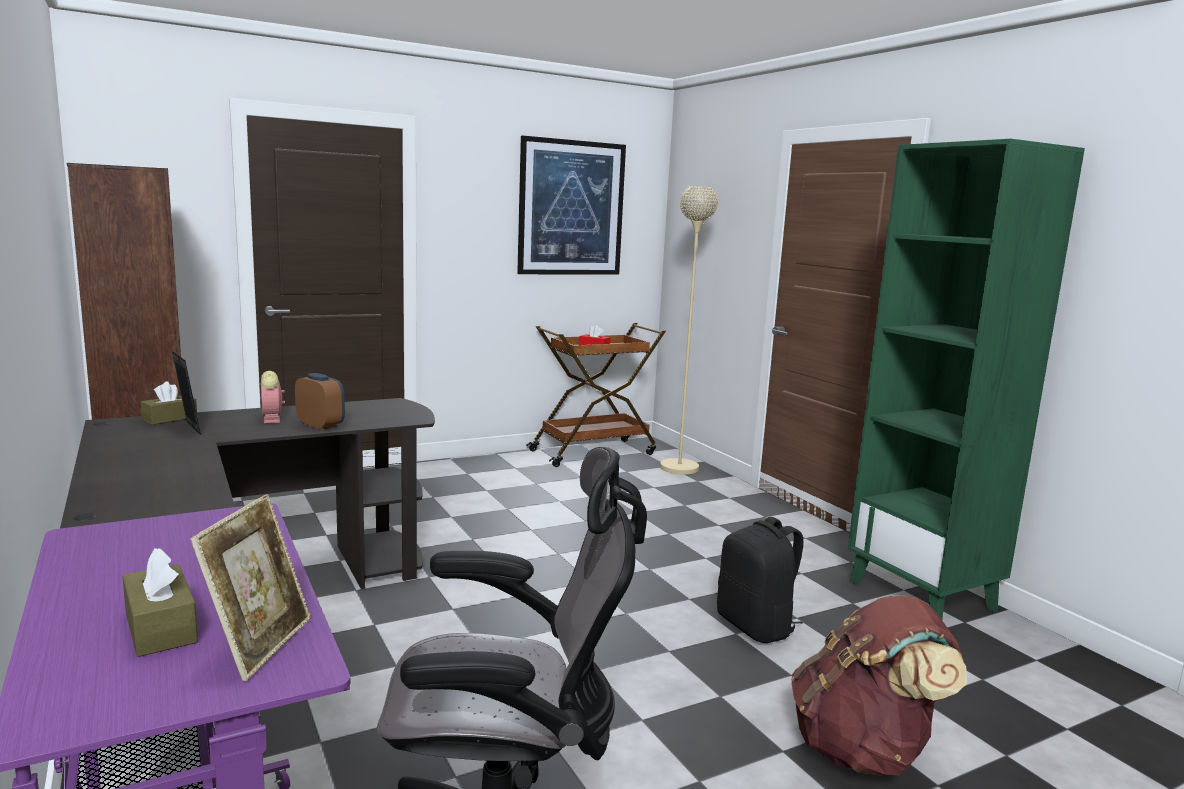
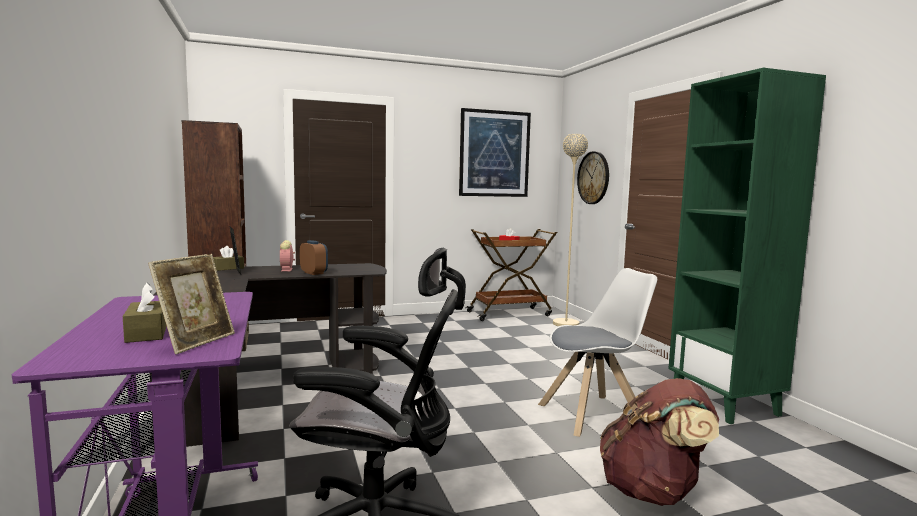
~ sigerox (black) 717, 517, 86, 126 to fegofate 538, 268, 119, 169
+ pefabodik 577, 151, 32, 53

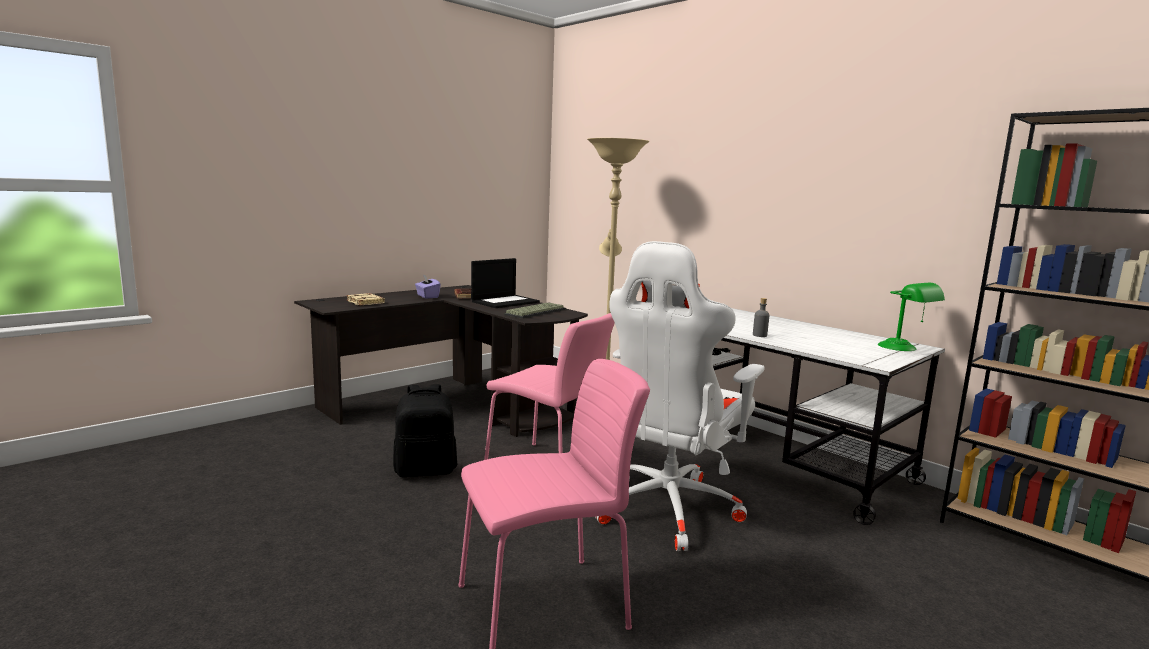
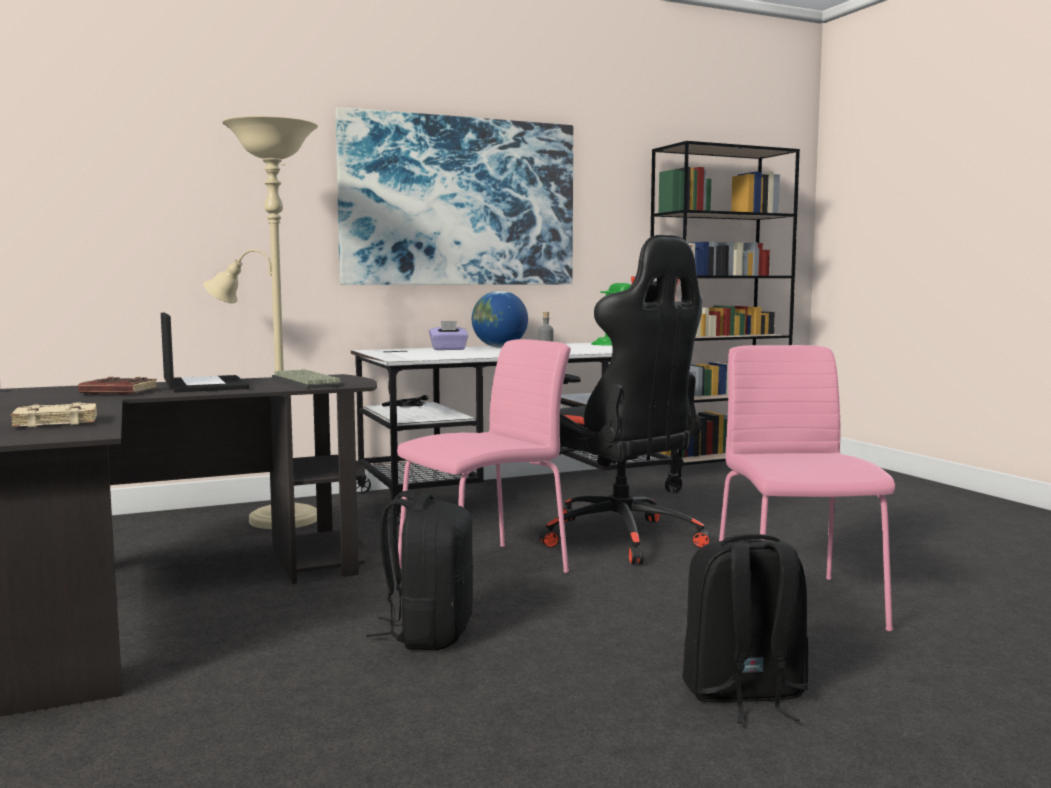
+ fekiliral 335, 107, 238, 178
~ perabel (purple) 415, 275, 26, 24 to 429, 321, 39, 29
+ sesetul 472, 291, 56, 56
~ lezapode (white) 595, 241, 170, 310 to lezapode (black) 539, 235, 171, 329
+ sigerox (black) 682, 534, 127, 190

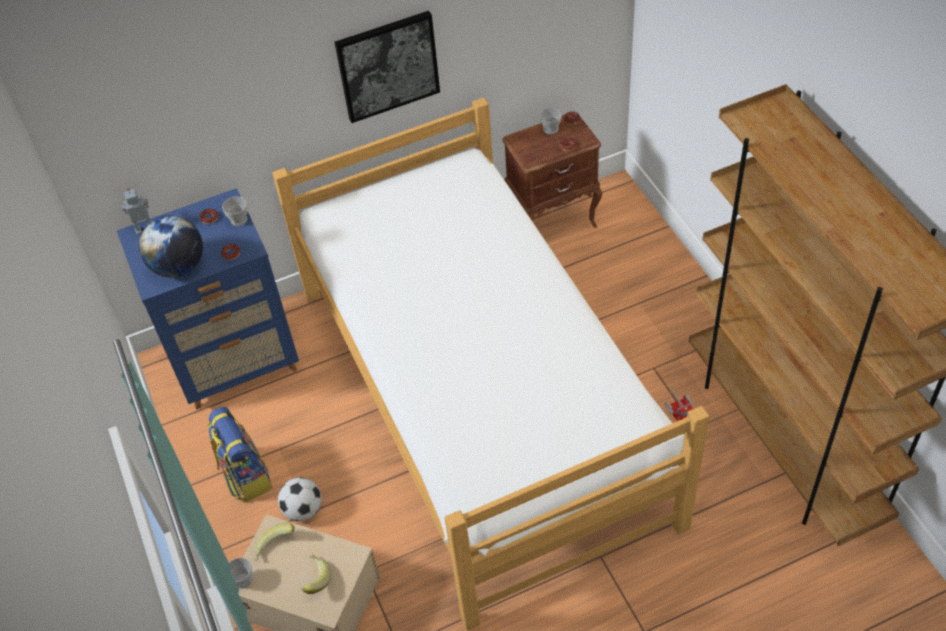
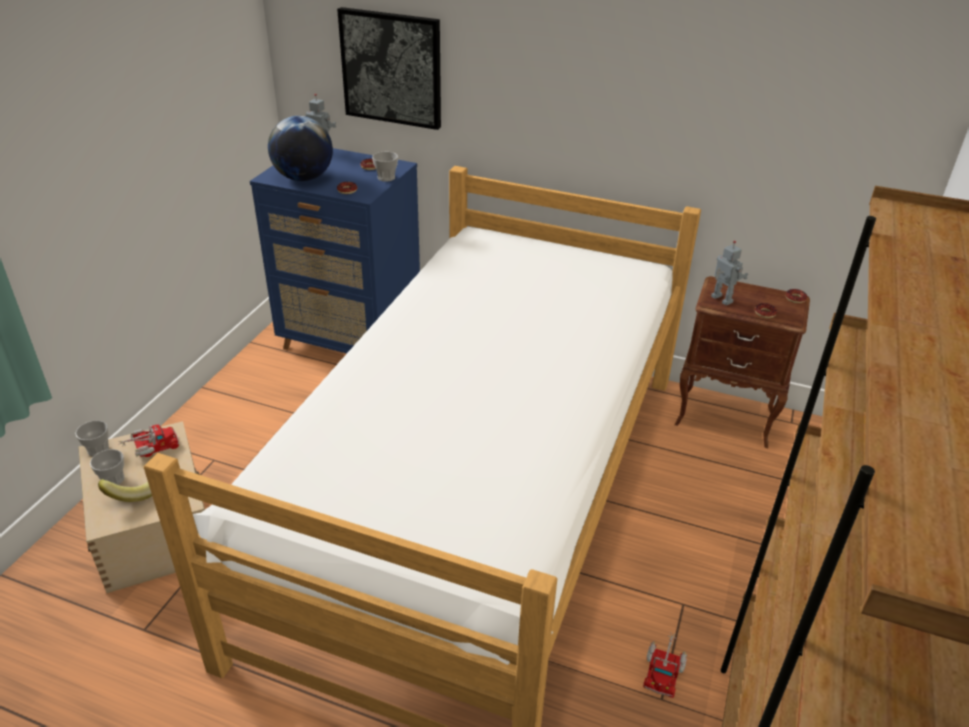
~ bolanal 539, 108, 23, 27 to 90, 449, 35, 36
~ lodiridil 254, 522, 41, 38 to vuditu 118, 425, 61, 32
~ fekiliral 334, 11, 106, 112 to 337, 7, 104, 123
+ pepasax 711, 241, 37, 64
- sigerox 208, 407, 64, 96
- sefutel 278, 477, 44, 44

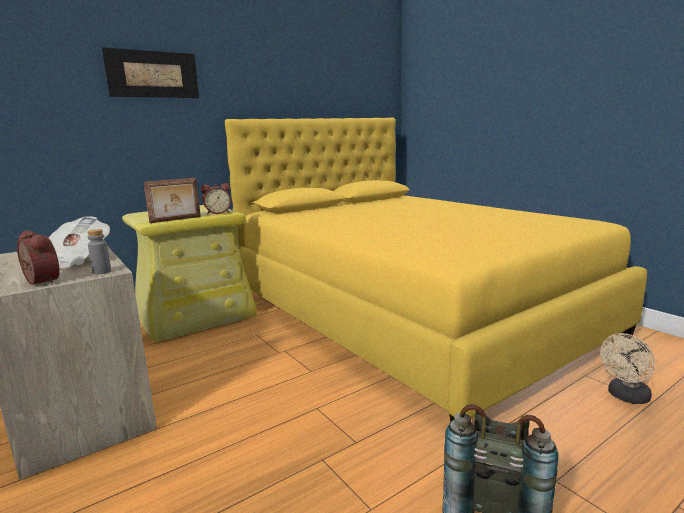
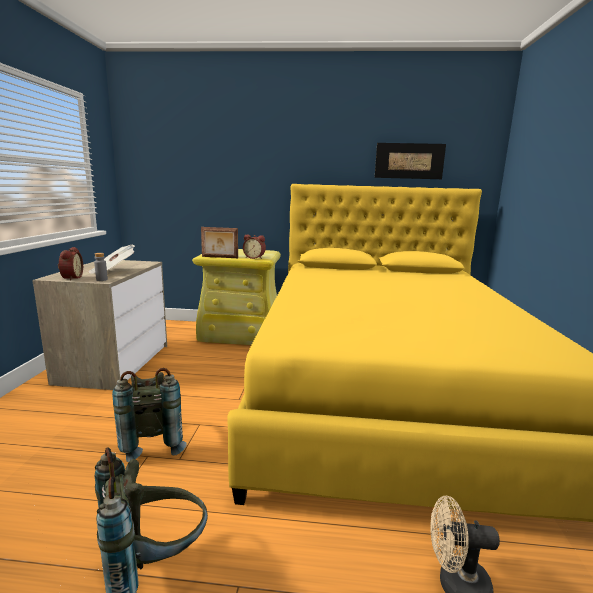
+ sigerox (grey) 112, 368, 75, 94
~ fekiliral 102, 47, 97, 51 to 375, 143, 71, 36

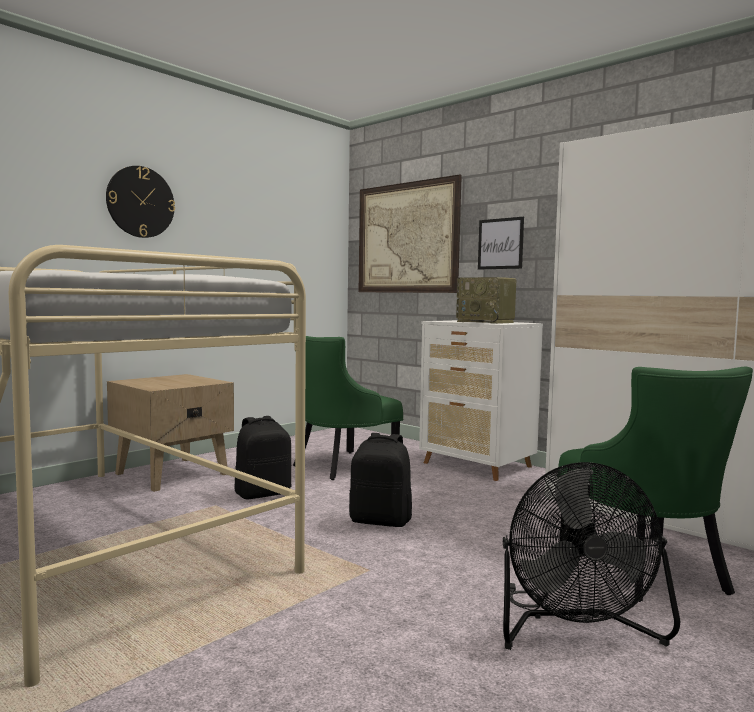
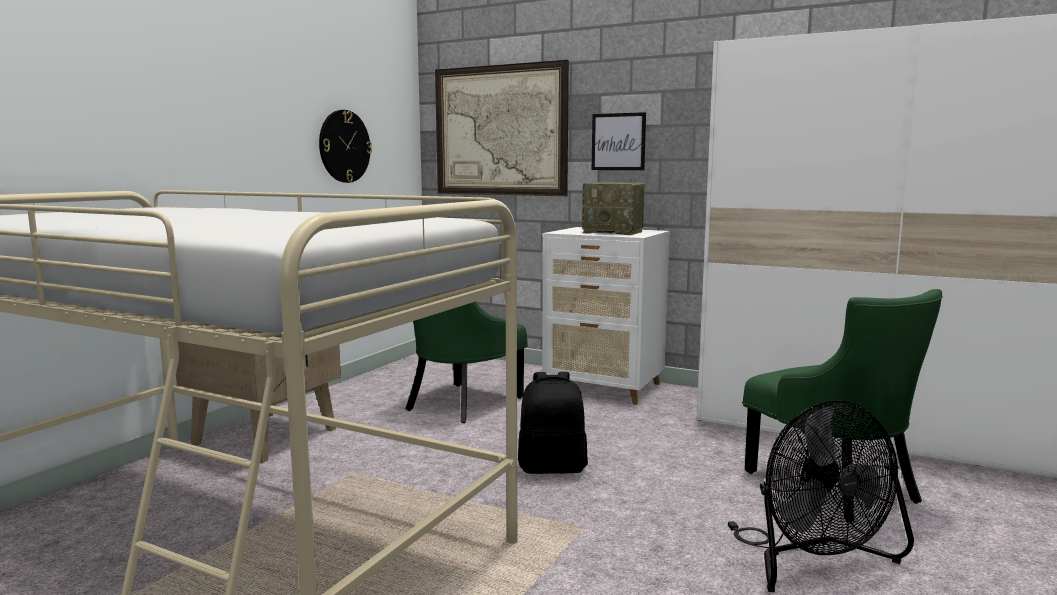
~ pefabodik 106, 166, 69, 72 to 319, 110, 53, 73
- sigerox (black) 235, 416, 56, 83

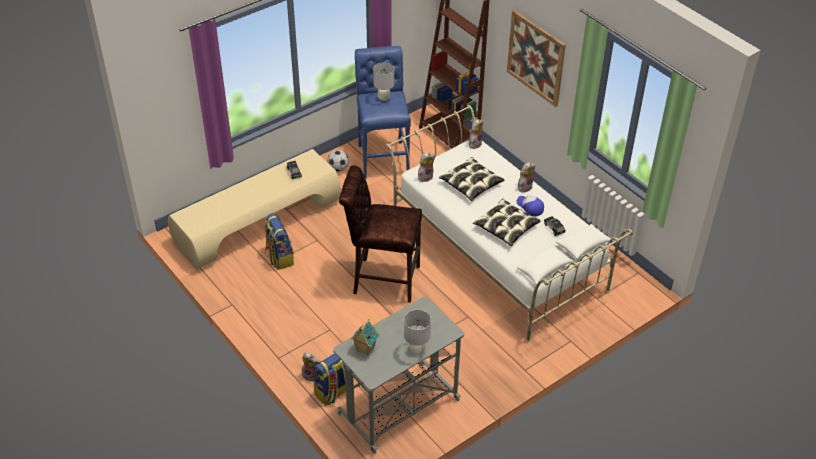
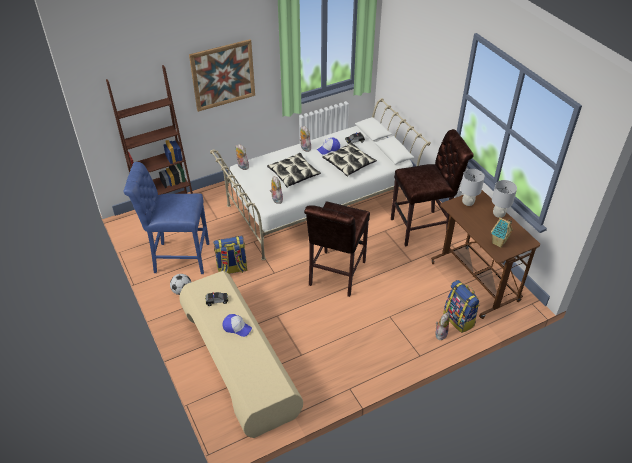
~ sigerox 265, 213, 29, 57 to 213, 236, 35, 38
+ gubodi 223, 314, 29, 23
+ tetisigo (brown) 391, 129, 83, 117
~ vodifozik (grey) 333, 296, 131, 158 to vodifozik (brown) 431, 190, 109, 129
~ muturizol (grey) 373, 63, 21, 38 to 460, 169, 25, 37

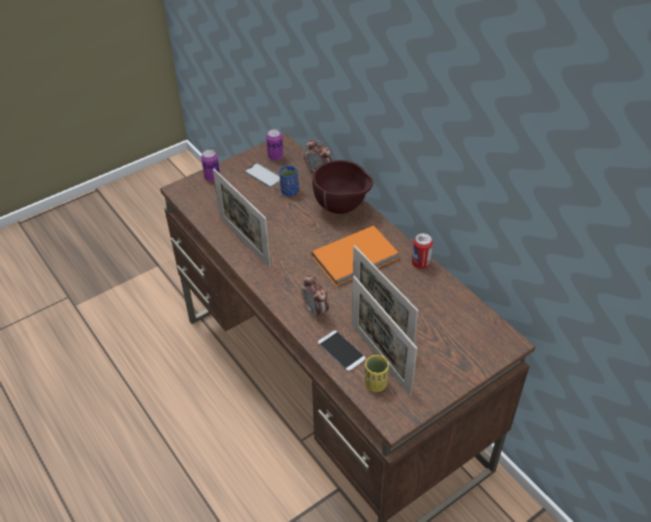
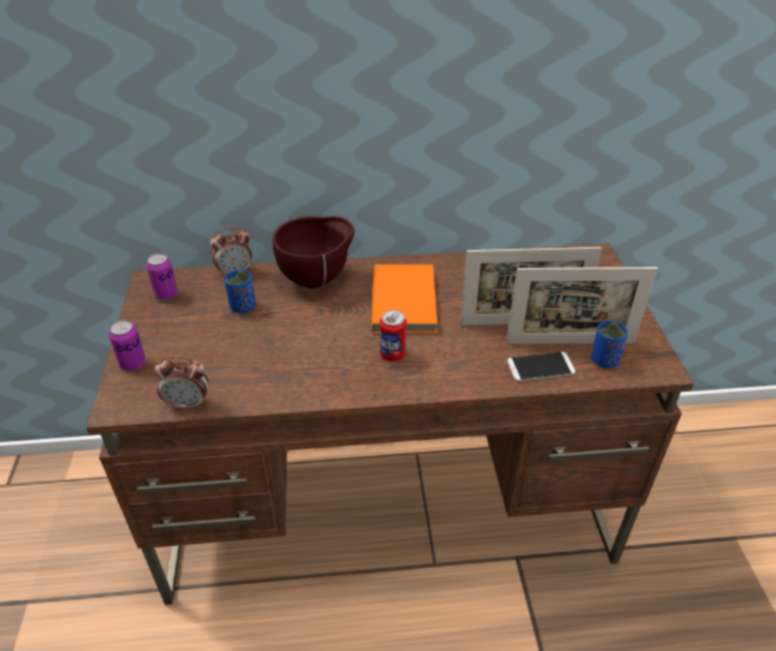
~ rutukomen 302, 275, 27, 44 to 155, 356, 54, 53
~ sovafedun 412, 233, 21, 36 to 380, 310, 27, 51
~ bolanal (yellow) 365, 355, 24, 37 to bolanal (blue) 591, 321, 37, 47
- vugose 213, 169, 58, 99
- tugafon 244, 163, 36, 25

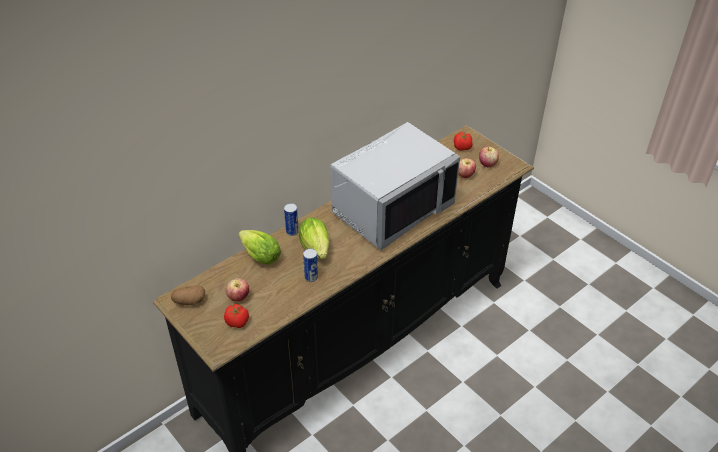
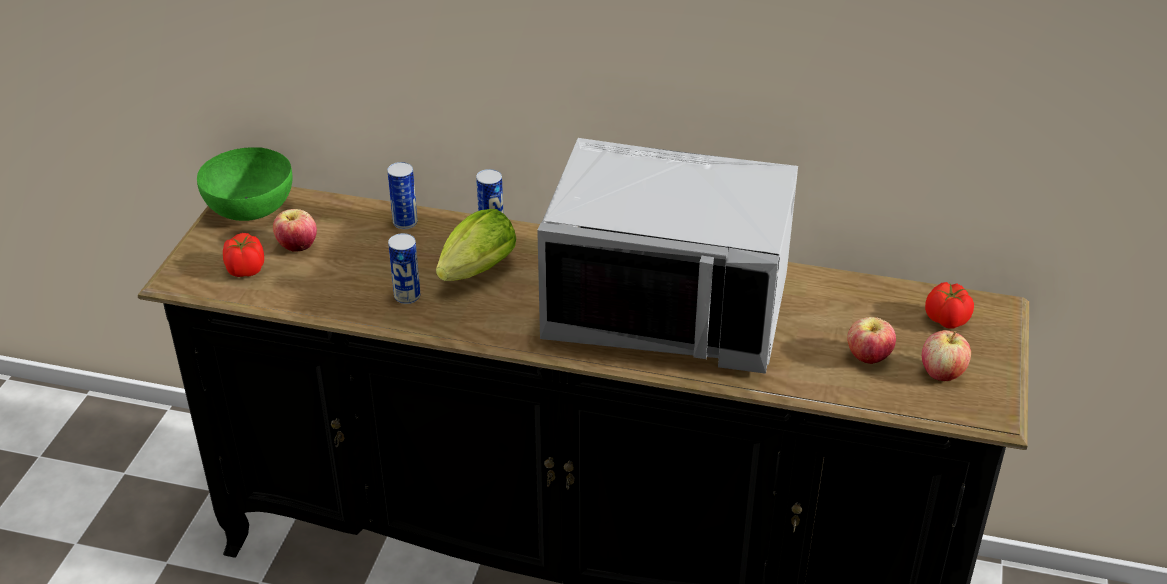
~ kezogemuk 171, 286, 34, 19 to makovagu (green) 197, 147, 95, 74
~ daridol 238, 230, 43, 34 to sovafedun 387, 162, 31, 67

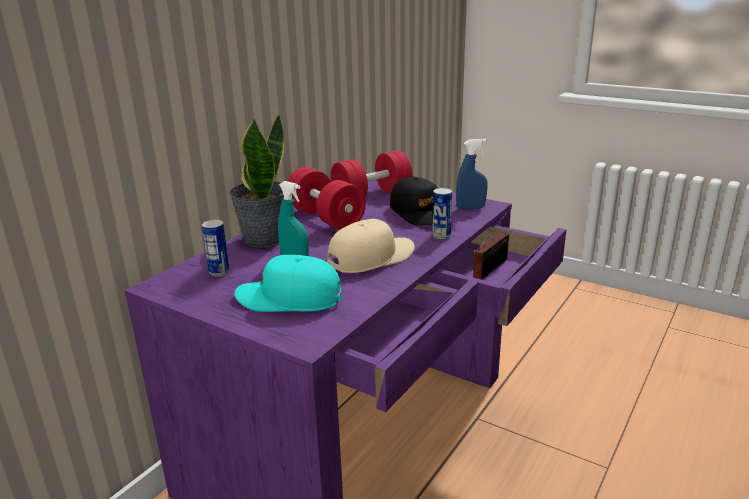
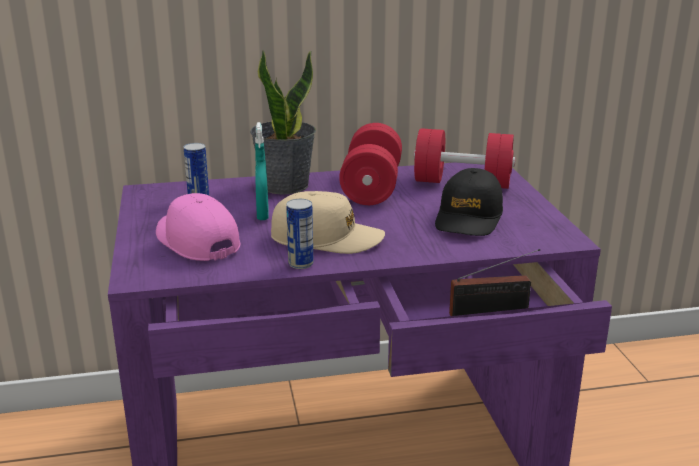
~ gubodi (turquoise) 234, 255, 108, 57 to gubodi (pink) 156, 193, 84, 68
~ sovafedun 433, 188, 19, 51 to 286, 199, 28, 70
- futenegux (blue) 456, 139, 32, 71

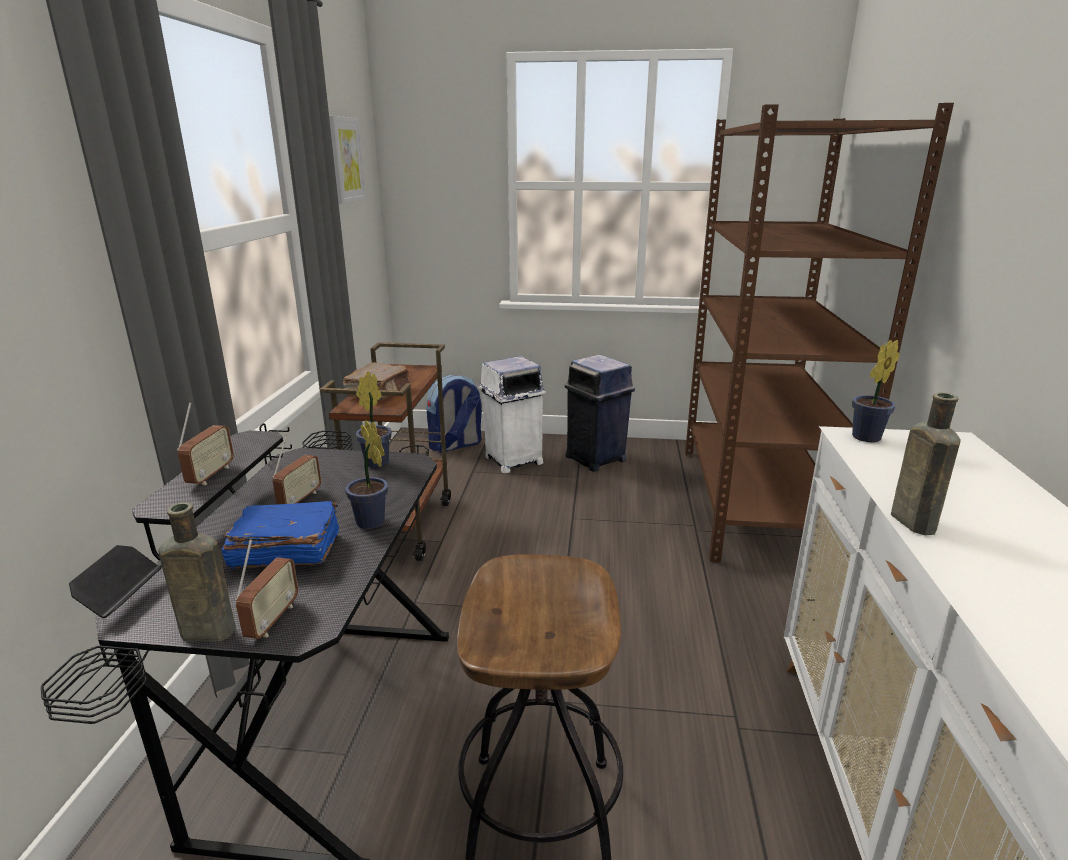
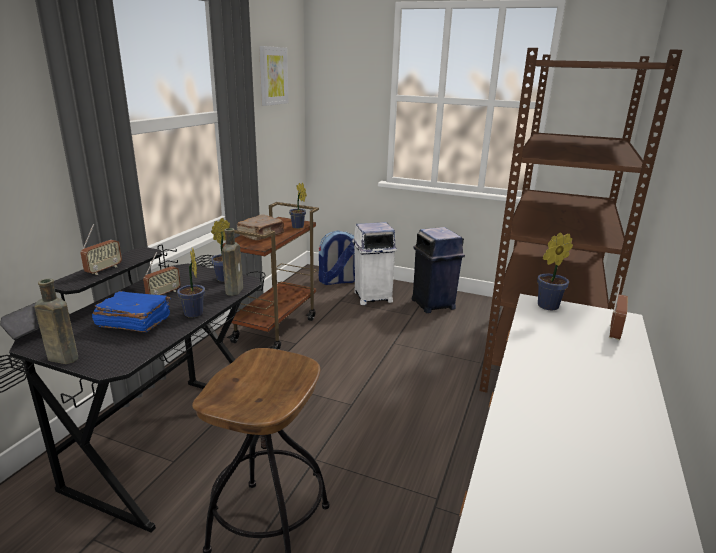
~ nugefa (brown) 891, 392, 70, 143 to 222, 228, 21, 68
+ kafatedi 289, 183, 18, 46
~ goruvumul 235, 539, 63, 100 to 609, 277, 19, 63

